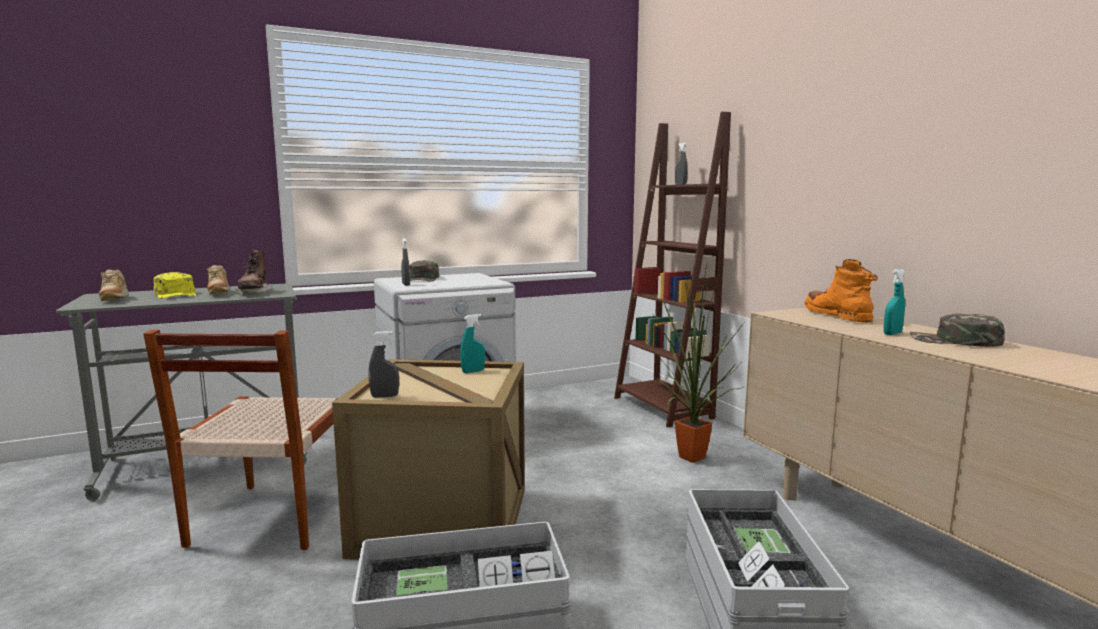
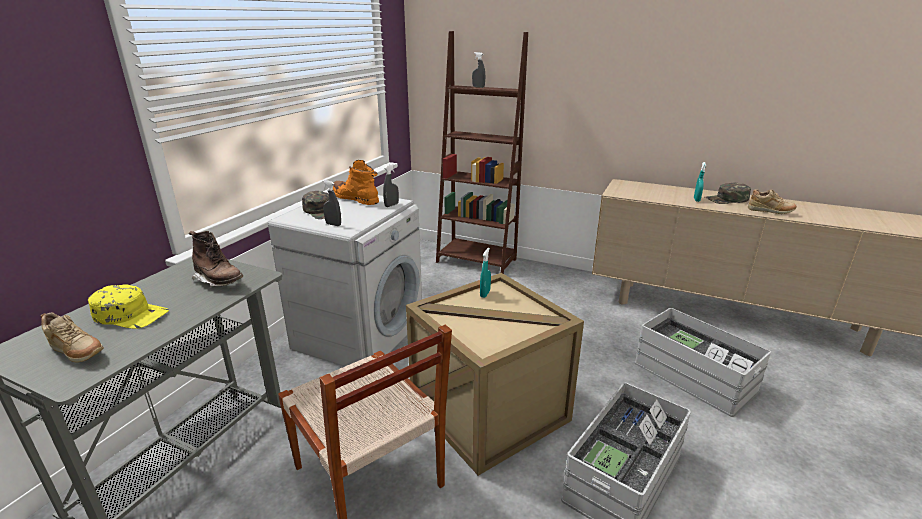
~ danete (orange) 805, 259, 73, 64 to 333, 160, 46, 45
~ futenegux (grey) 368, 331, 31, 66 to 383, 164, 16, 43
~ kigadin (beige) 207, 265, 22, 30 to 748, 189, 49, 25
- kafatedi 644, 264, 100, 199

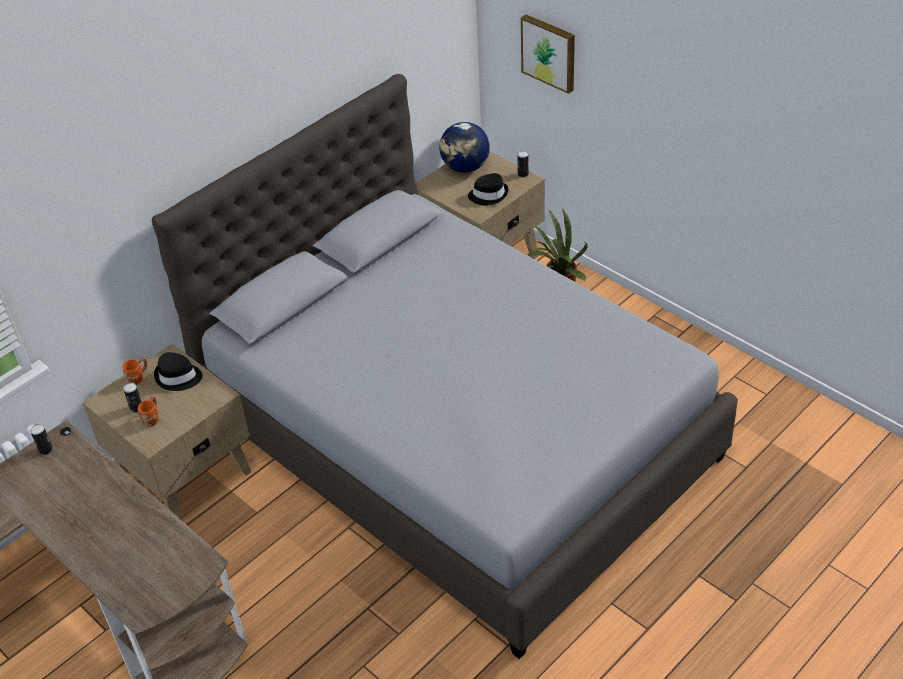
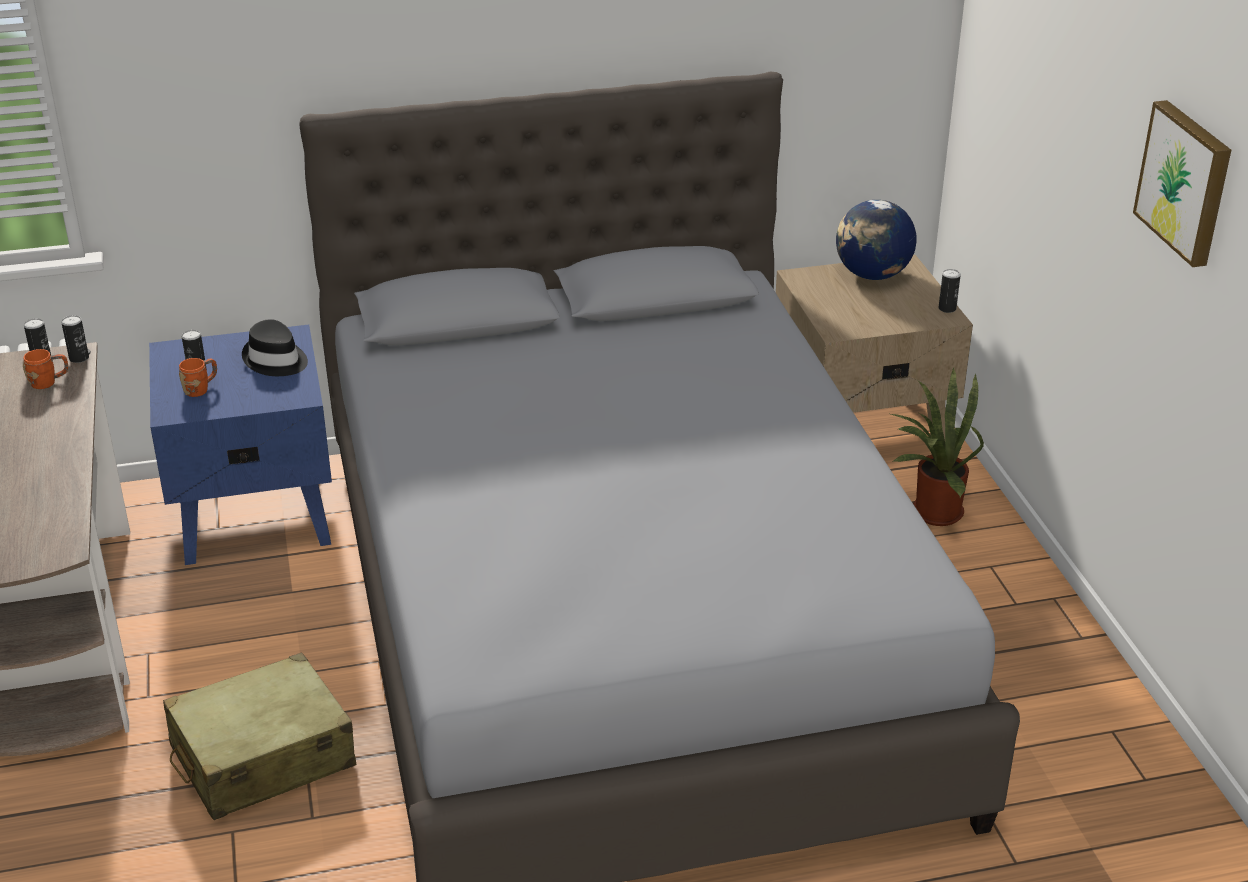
~ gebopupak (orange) 122, 358, 25, 27 to 22, 349, 46, 40
+ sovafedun 61, 315, 28, 48
~ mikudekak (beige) 82, 343, 169, 176 to mikudekak (blue) 149, 325, 183, 240
+ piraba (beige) 163, 653, 193, 167
~ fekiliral 521, 15, 54, 79 to 1133, 100, 98, 167
- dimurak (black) 468, 173, 40, 32

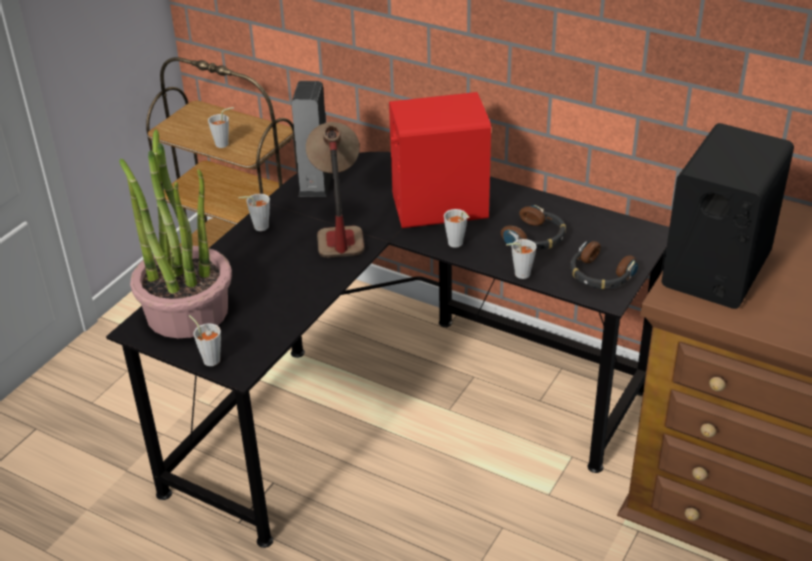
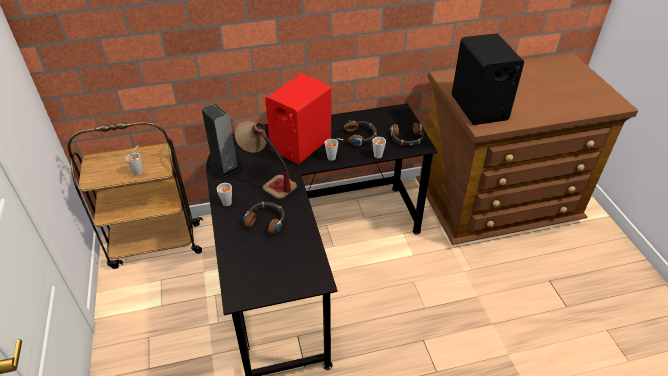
+ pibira 243, 202, 42, 32
- kafatedi 119, 130, 113, 208
- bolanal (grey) 189, 315, 32, 51

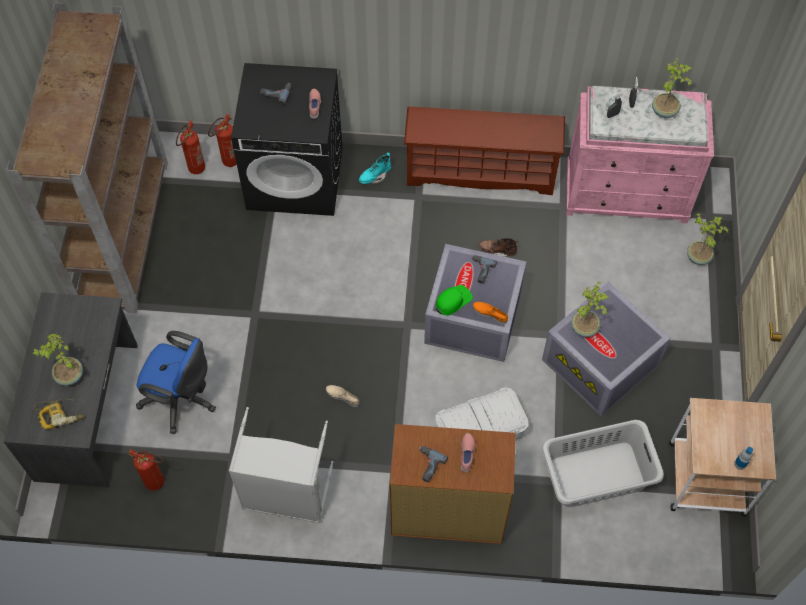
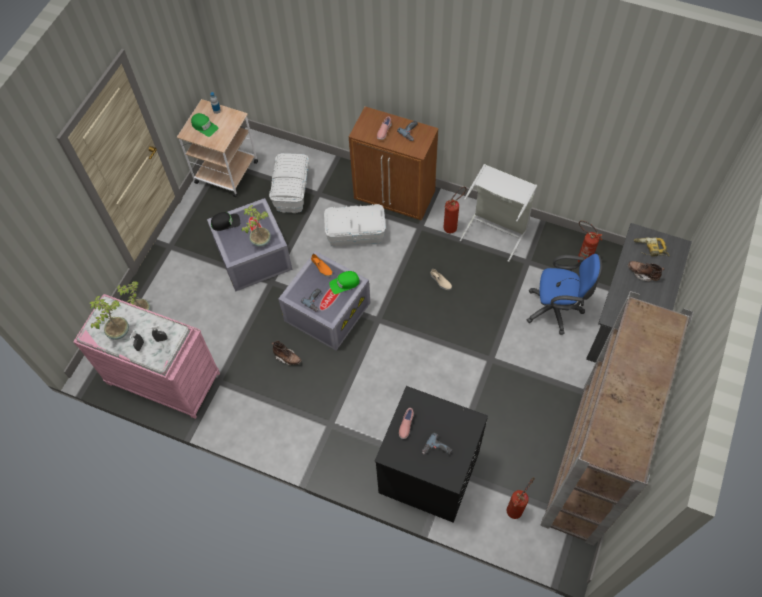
+ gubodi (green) 191, 113, 27, 24
+ gubodi (black) 211, 212, 29, 19
~ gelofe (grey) 542, 420, 122, 87 to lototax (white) 269, 153, 40, 60
~ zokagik 208, 114, 29, 53 to 444, 187, 23, 46
~ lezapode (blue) 136, 331, 80, 103 = 527, 254, 76, 81 150 degrees clockwise
~ kafatedi 32, 333, 51, 53 to danete (brown) 628, 261, 37, 21
- danete (turquoise) 359, 153, 32, 31
- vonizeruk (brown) 404, 106, 161, 89

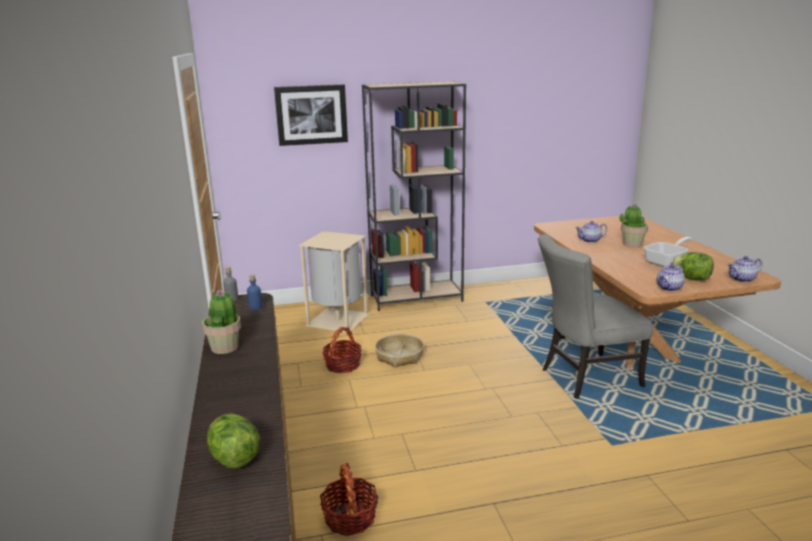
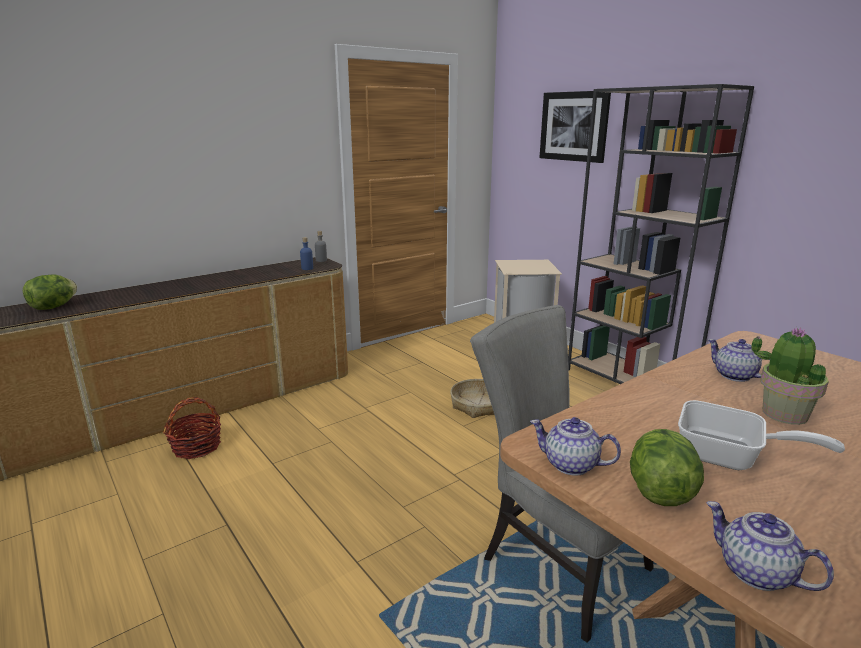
- kafatedi 202, 290, 39, 64
- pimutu 323, 327, 39, 47

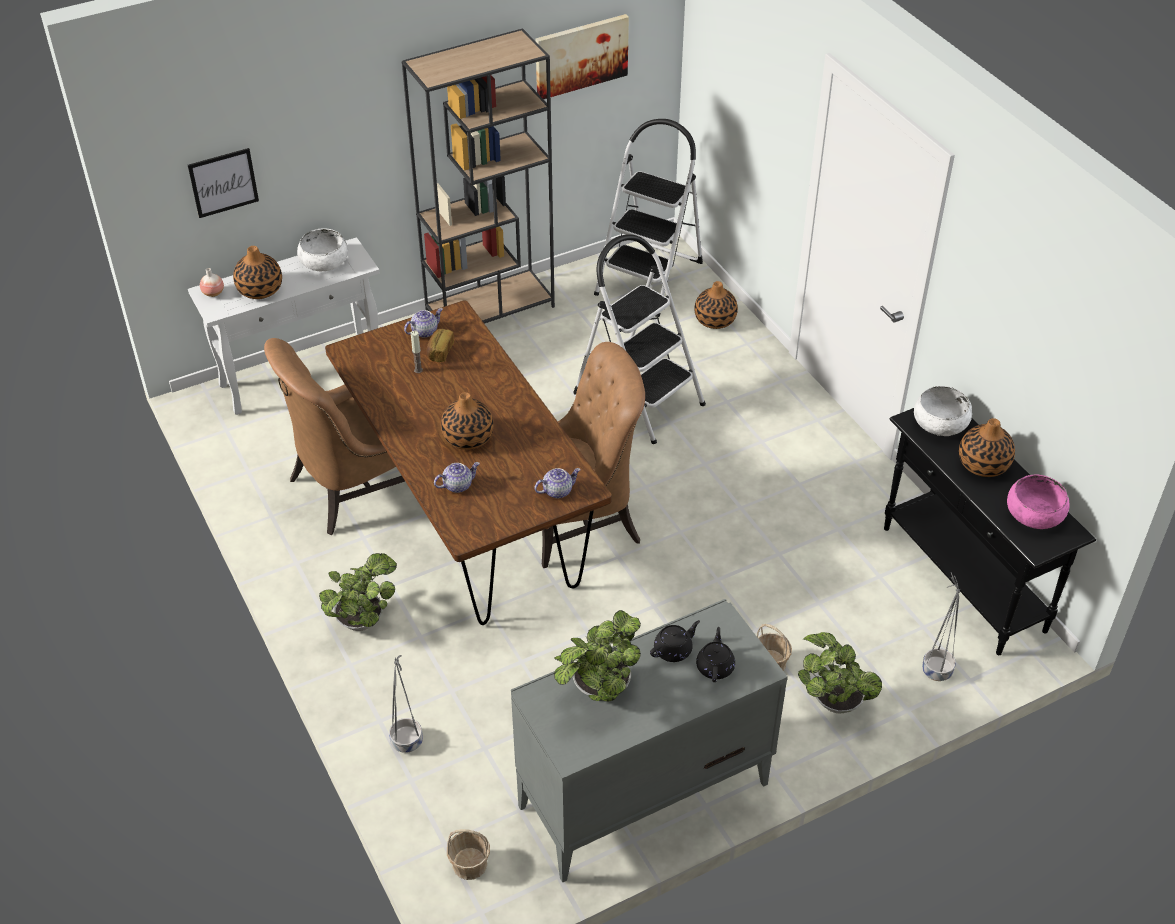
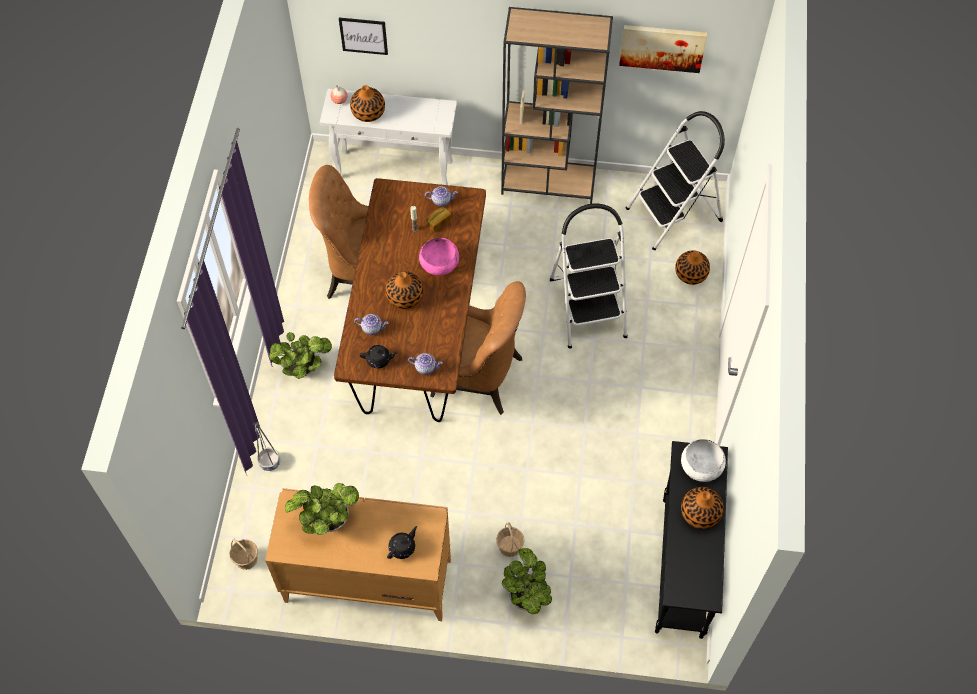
~ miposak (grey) 511, 599, 277, 284 to miposak (brown) 265, 488, 186, 133
~ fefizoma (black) 650, 620, 50, 42 to 359, 345, 39, 23
~ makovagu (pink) 1007, 475, 63, 54 to 419, 238, 40, 37
- makovagu (white) 297, 228, 51, 43
- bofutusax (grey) 922, 573, 38, 108

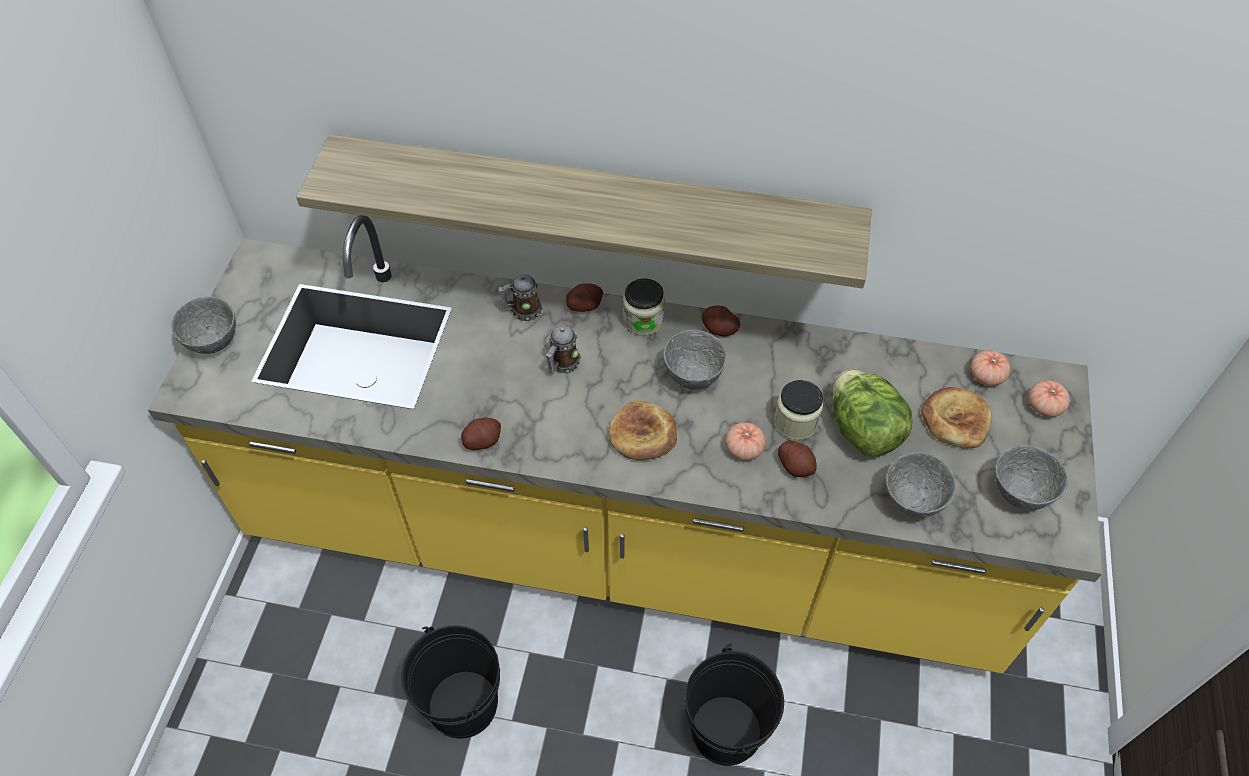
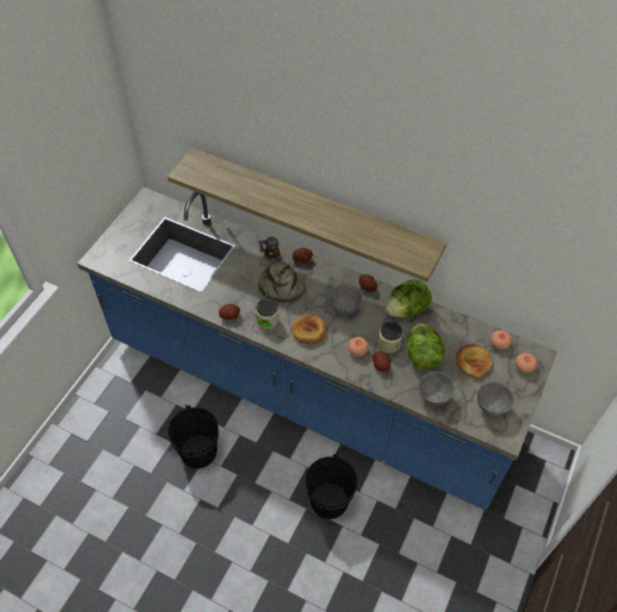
~ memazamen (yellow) 148, 215, 954, 458 to memazamen (blue) 77, 187, 481, 323
~ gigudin 623, 278, 42, 58 to 256, 298, 23, 31
~ gebopupak 546, 326, 35, 48 to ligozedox 258, 262, 48, 40
+ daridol 386, 279, 46, 39
- makovagu (grey) 171, 297, 65, 57

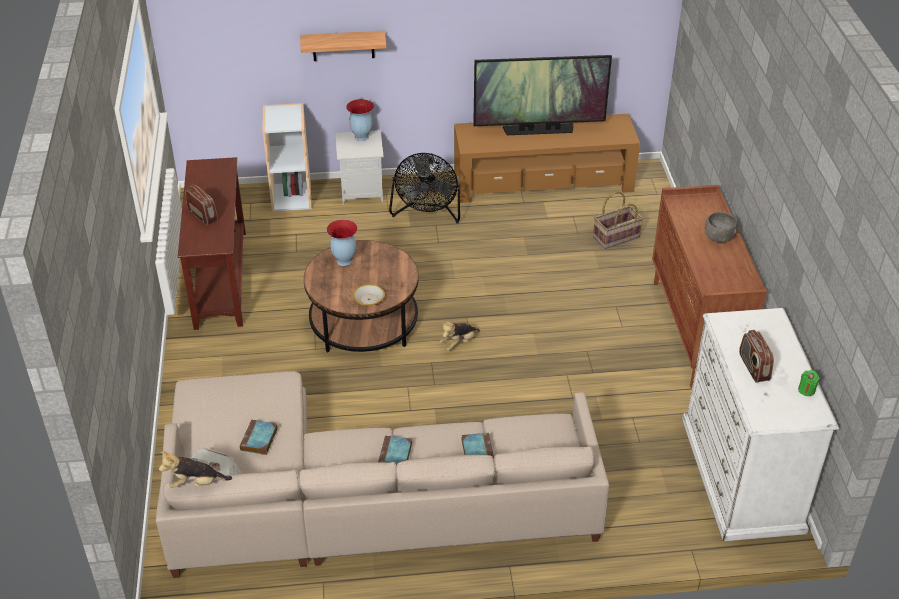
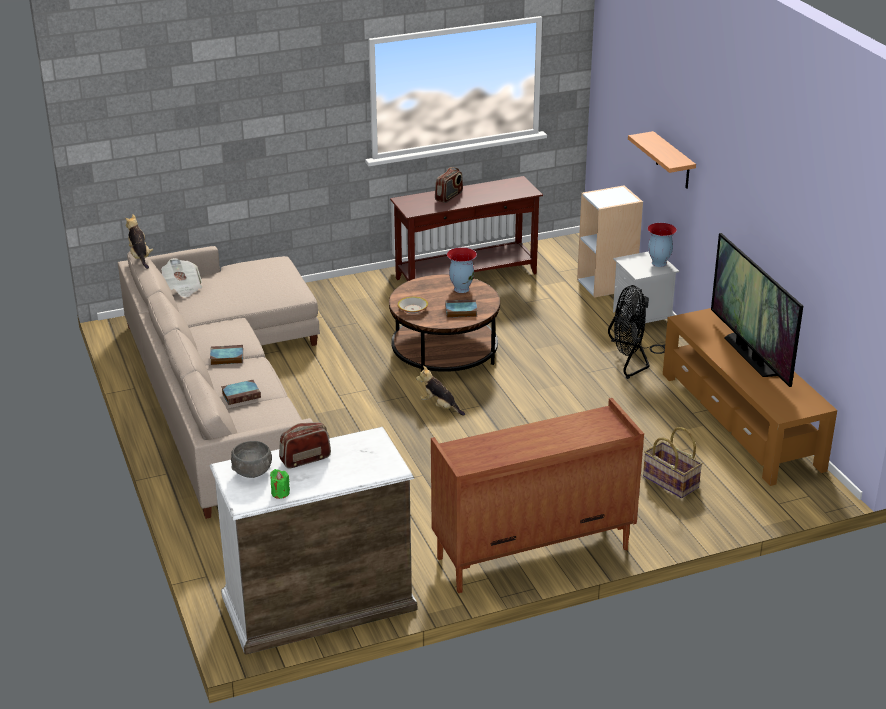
~ makovagu (grey) 704, 212, 34, 31 to 231, 441, 41, 37
~ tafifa 240, 420, 38, 35 to 445, 300, 32, 18

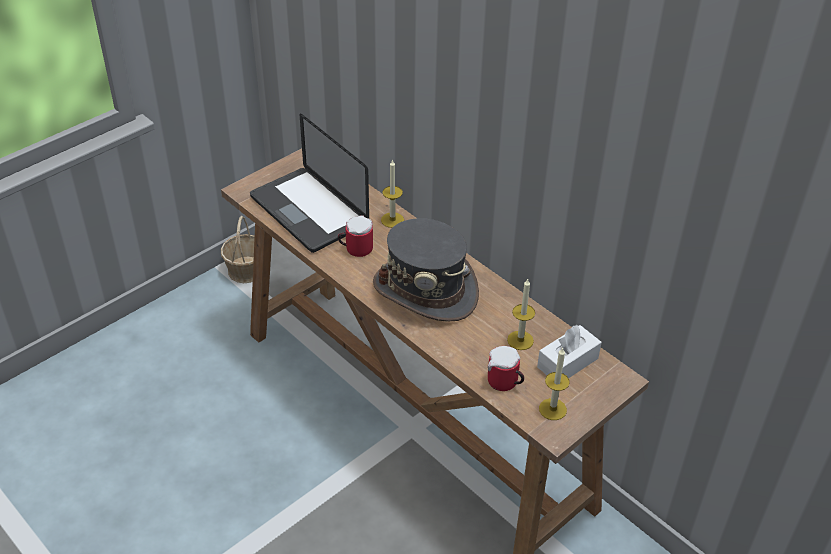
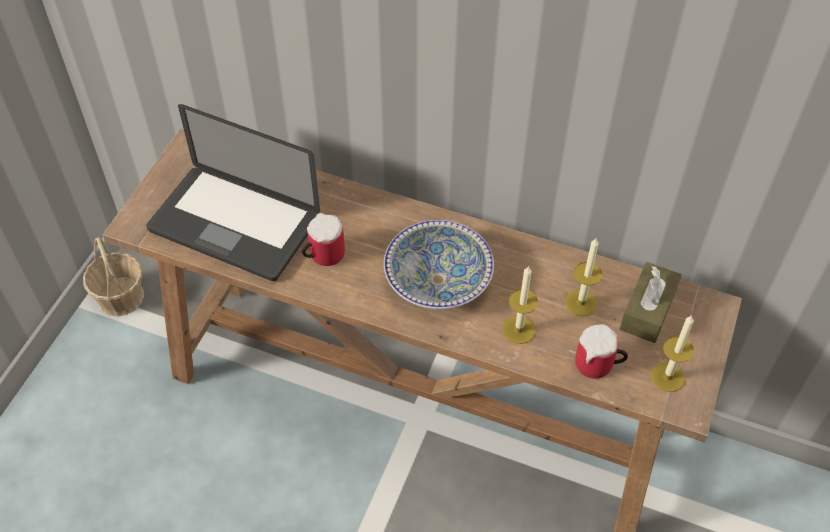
~ dimurak (grey) 373, 218, 106, 104 to makovagu 384, 220, 110, 89
~ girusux 381, 159, 23, 69 to 503, 266, 35, 78
~ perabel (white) 537, 325, 65, 53 to perabel (brown) 620, 262, 62, 81

